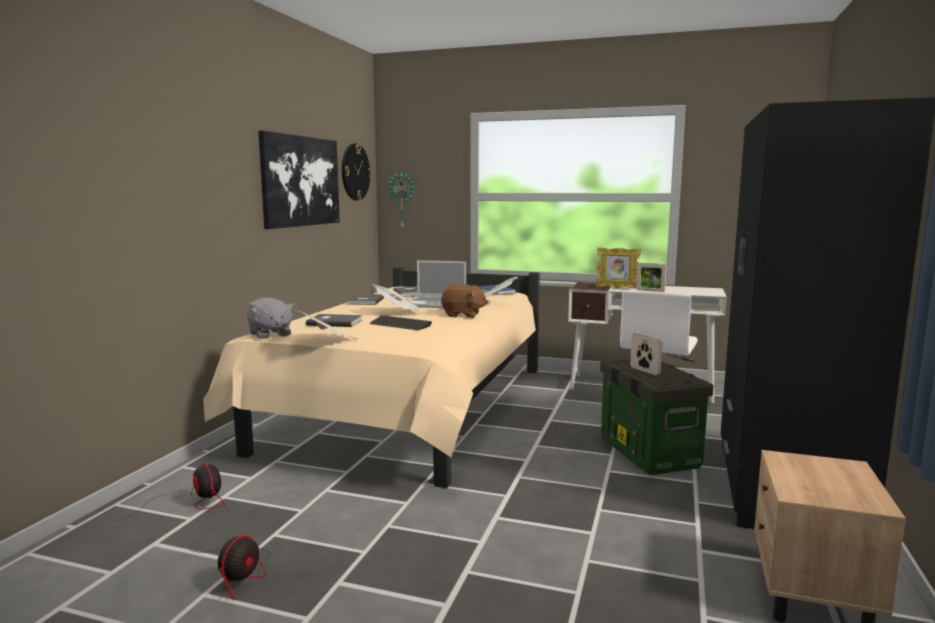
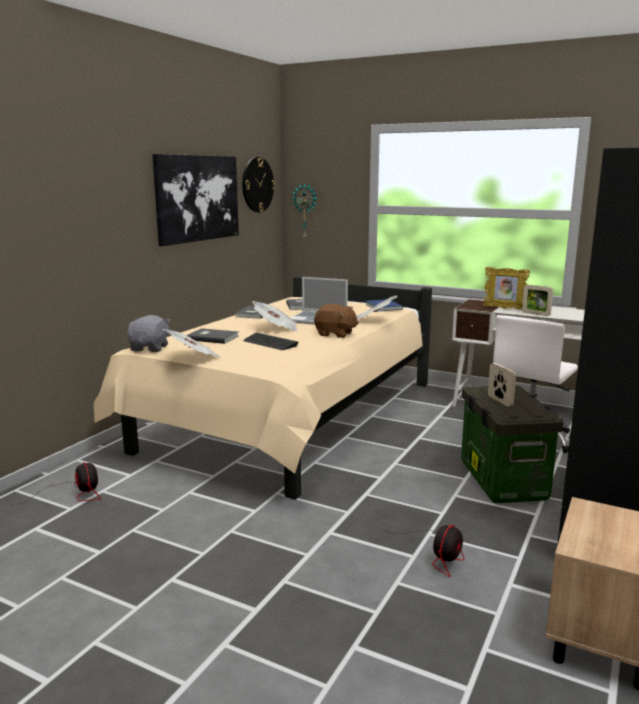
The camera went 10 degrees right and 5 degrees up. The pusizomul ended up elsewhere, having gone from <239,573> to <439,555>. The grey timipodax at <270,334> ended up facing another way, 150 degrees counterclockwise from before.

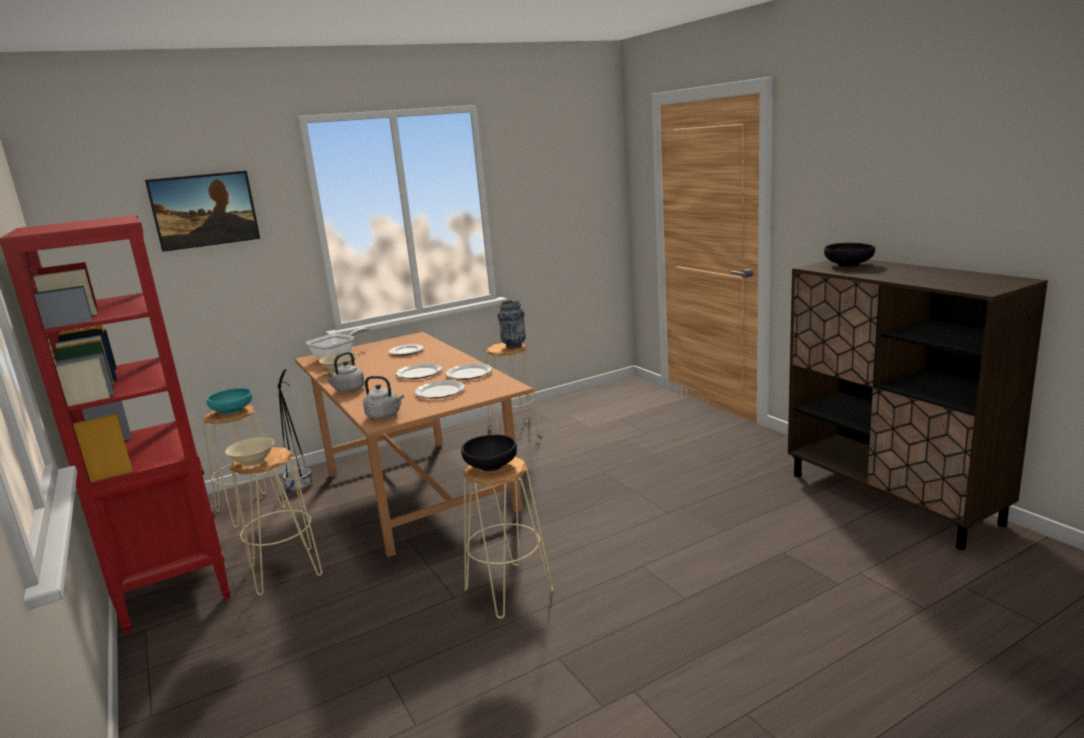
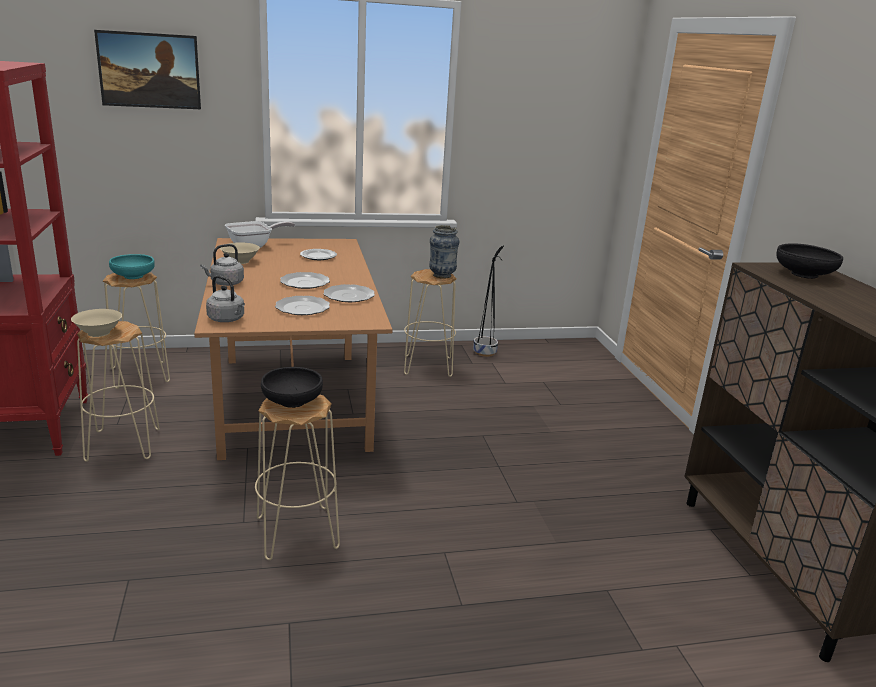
The camera went 15 degrees right and 5 degrees up. The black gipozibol ended up elsewhere, having gone from <300,486> to <485,352>.

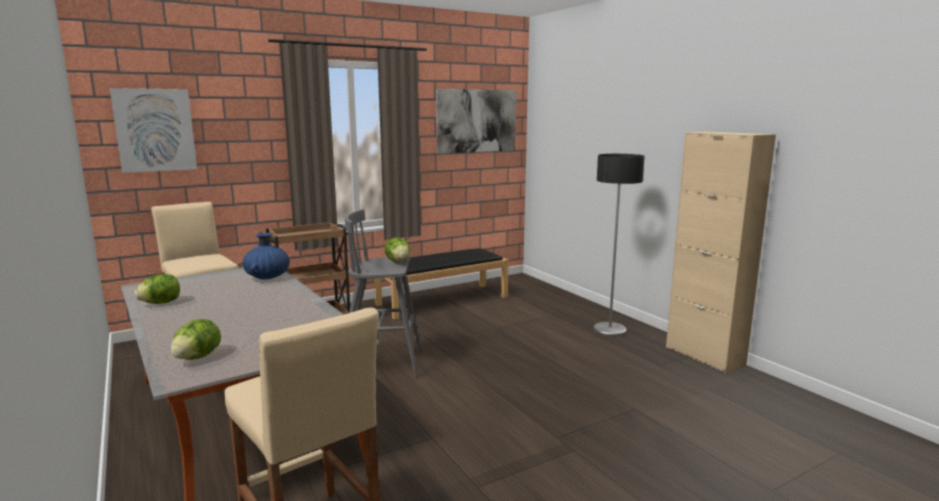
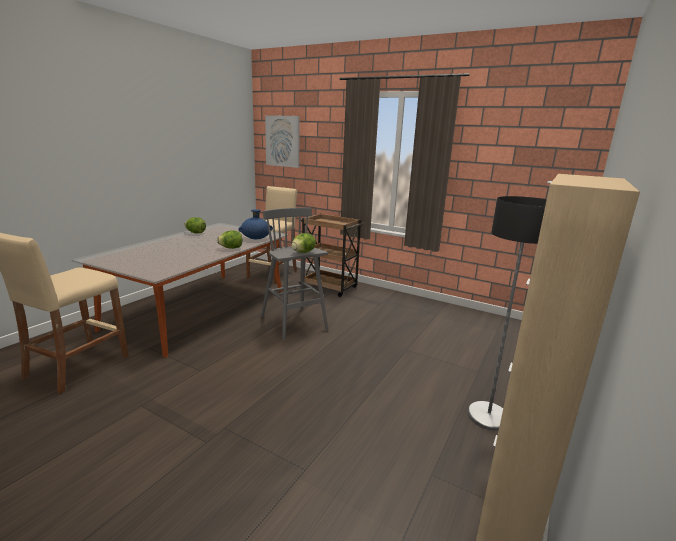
The camera went 60 degrees right and 5 degrees up. The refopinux ended up elsewhere, having gone from <197,357> to <231,248>. The second view lost the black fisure at <443,300>. The second view lost the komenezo at <476,121>.

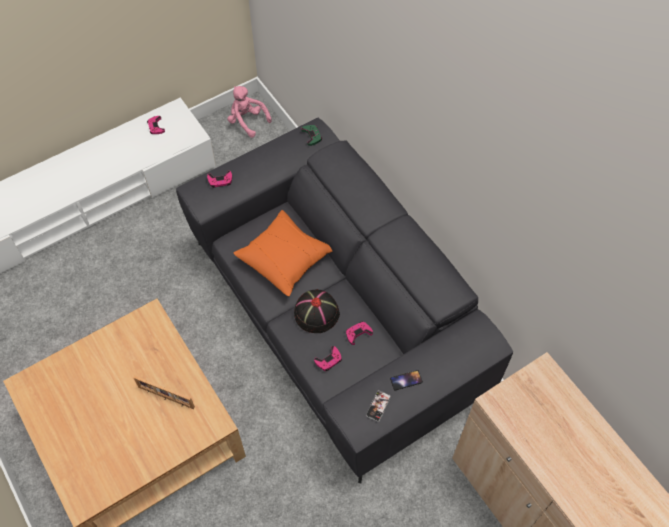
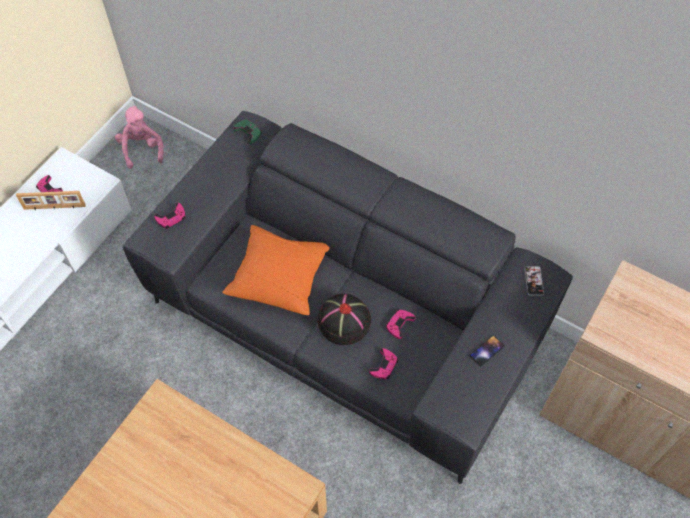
The camera went 25 degrees left and 0 degrees up. The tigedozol ended up elsewhere, having gone from <166,398> to <54,208>. The pink timipodax at <247,121> ended up facing another way, 60 degrees clockwise from before. The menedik ended up elsewhere, having gone from <378,406> to <534,281>.

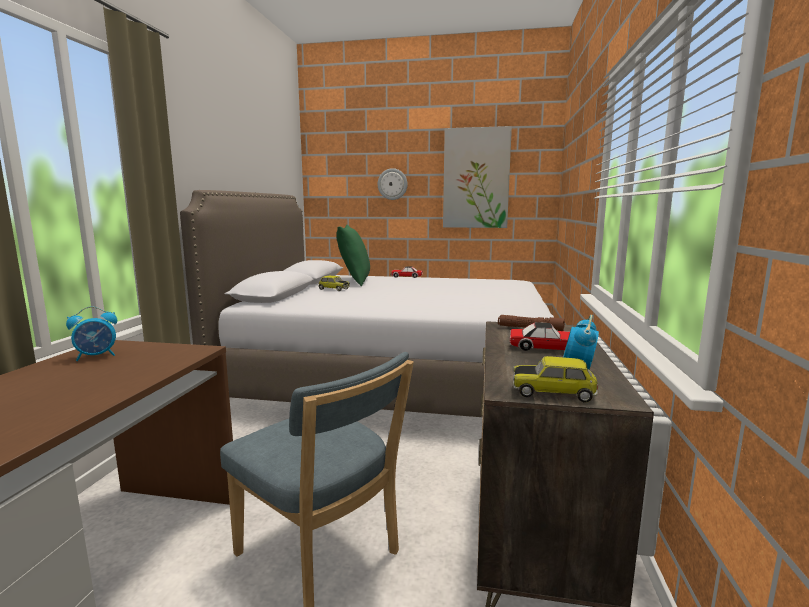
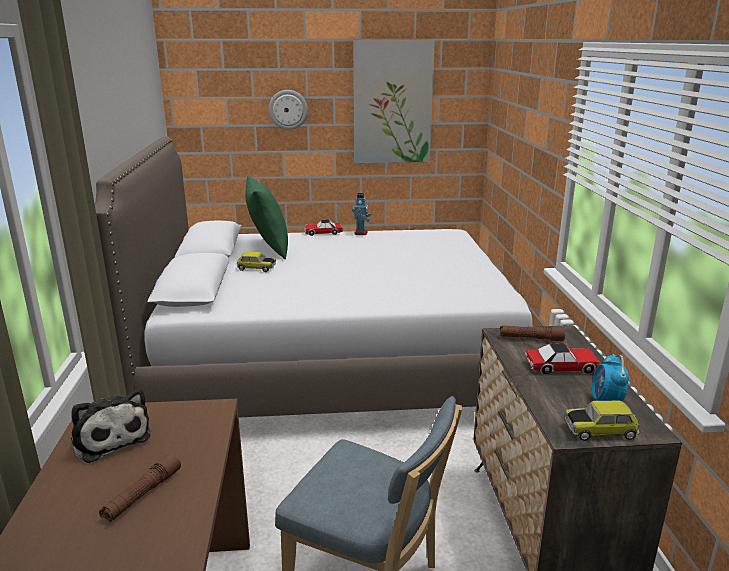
The camera went 15 degrees left and 10 degrees up. Where the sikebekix stood at <97,356>, the timipodax came to stand at <110,437>. The second view gained the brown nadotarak at <142,495>. The second view gained the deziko at <361,233>.

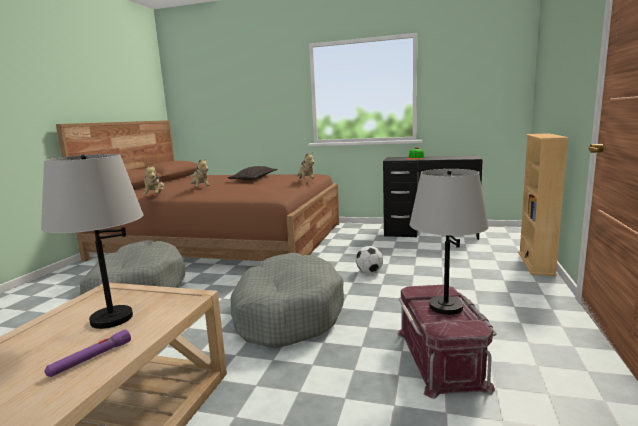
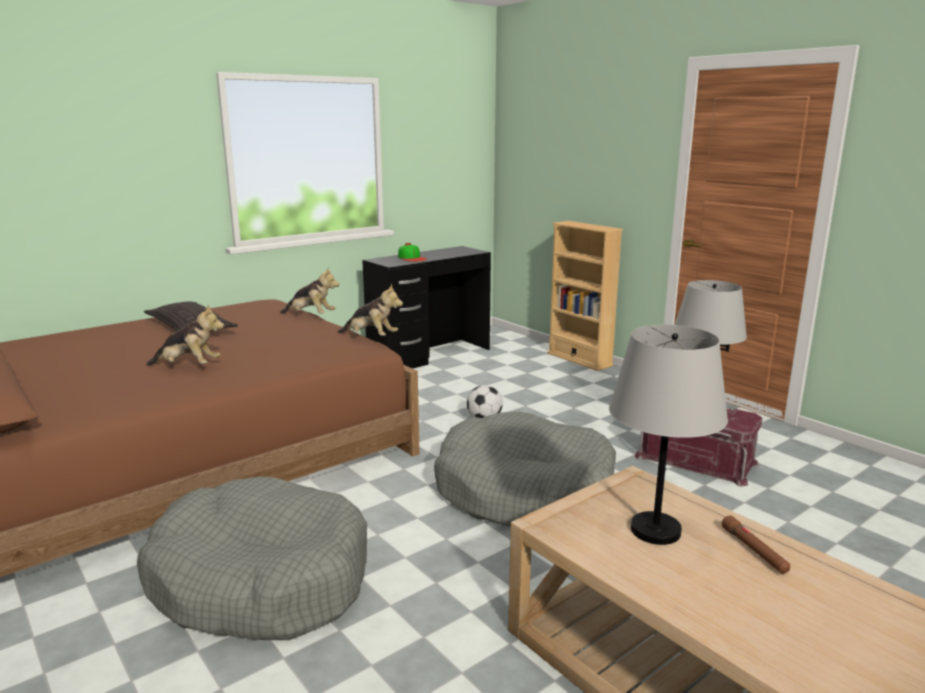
The camera went 55 degrees left and 5 degrees up. What was the purple nadotarak at <91,358> turned into the brown nadotarak at <754,550>. The timipodax ended up elsewhere, having gone from <155,196> to <371,337>.

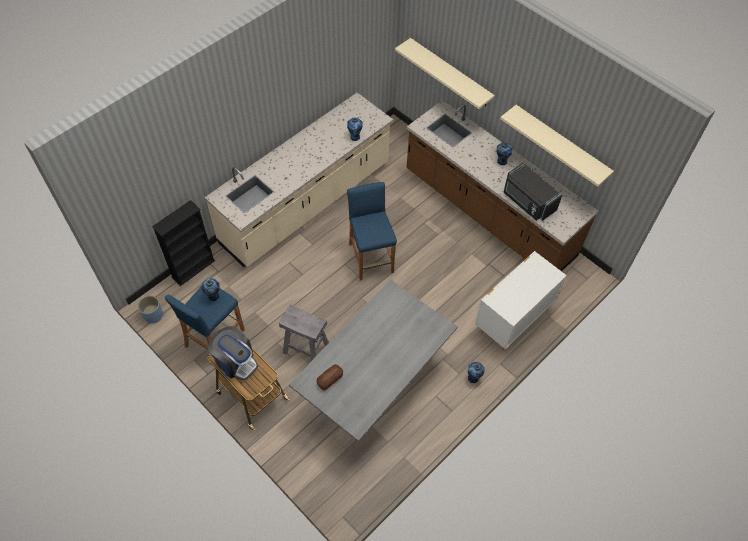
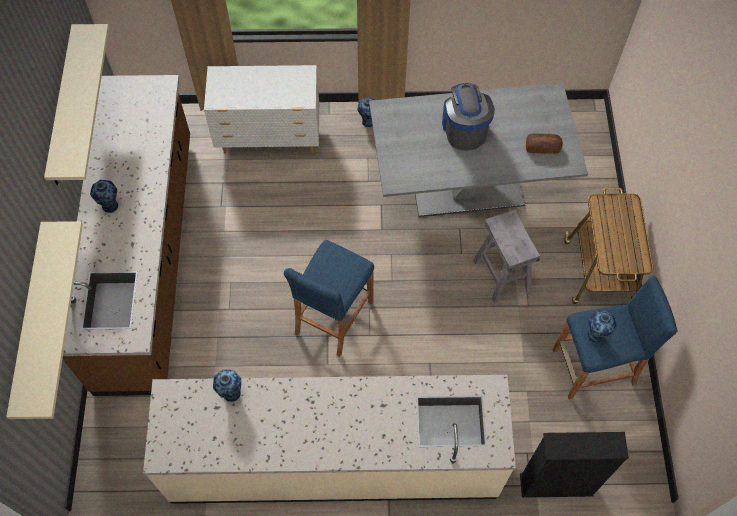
The camera went 135 degrees left and 5 degrees up. The second view lost the blue gipozibol at <153,315>. The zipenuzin ended up elsewhere, having gone from <235,361> to <464,129>. The second view lost the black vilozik at <528,202>.

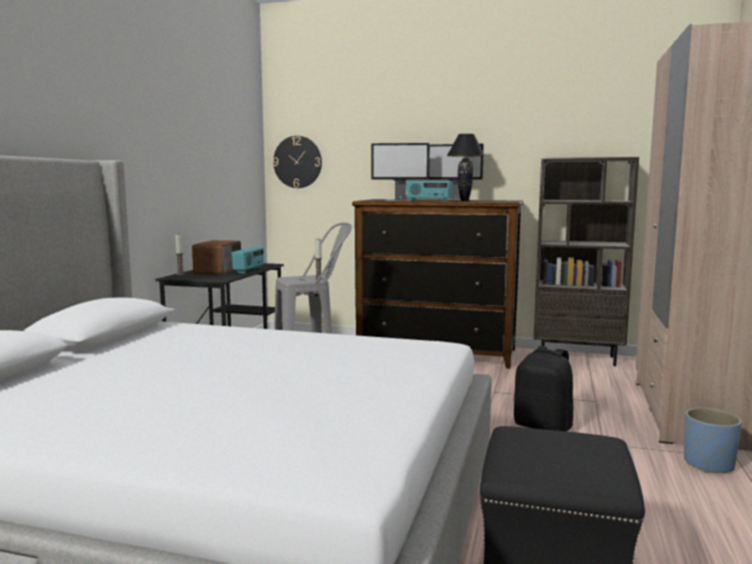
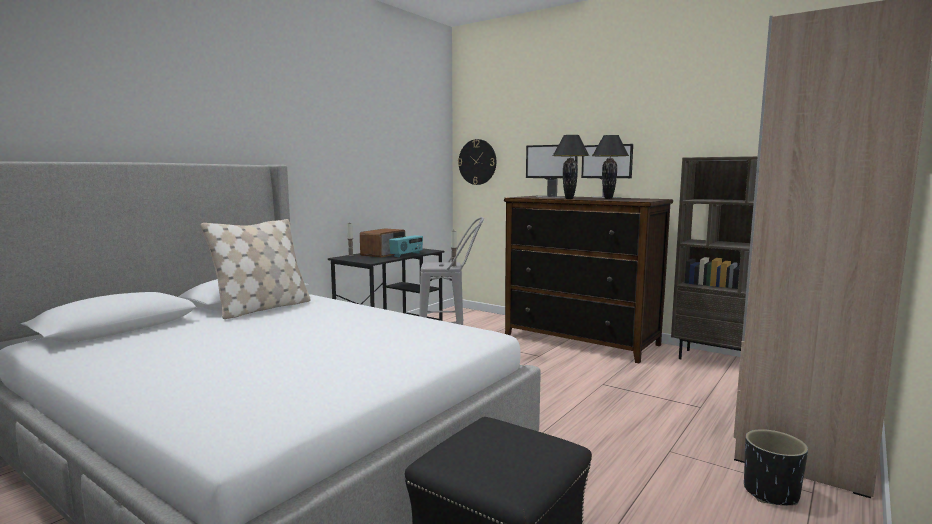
The camera went 20 degrees right and 0 degrees up. Where the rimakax stood at <428,201>, the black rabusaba came to stand at <569,198>. The second view lost the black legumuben at <543,426>. What was the blue gipozibol at <709,464> turned into the black gipozibol at <771,493>. The second view gained the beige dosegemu at <262,308>.

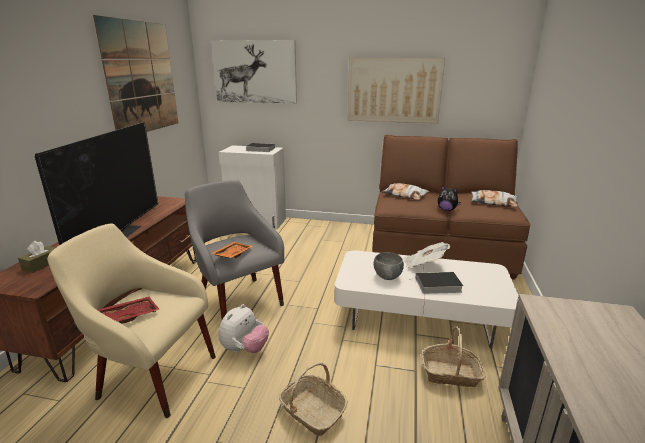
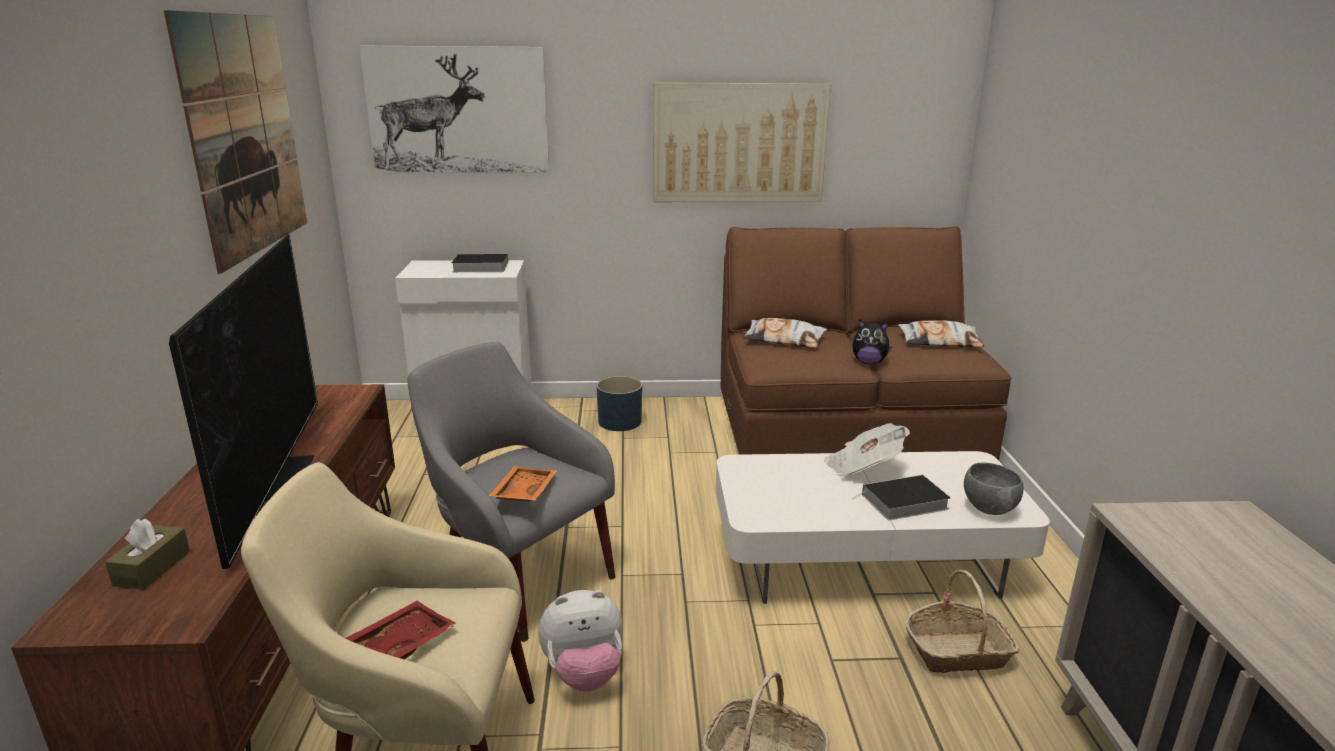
The camera went 15 degrees left and 0 degrees up. The timipodax at <244,349> ended up facing another way, 60 degrees clockwise from before. The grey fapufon ended up elsewhere, having gone from <387,277> to <988,509>. The second view gained the blue gipozibol at <619,421>.

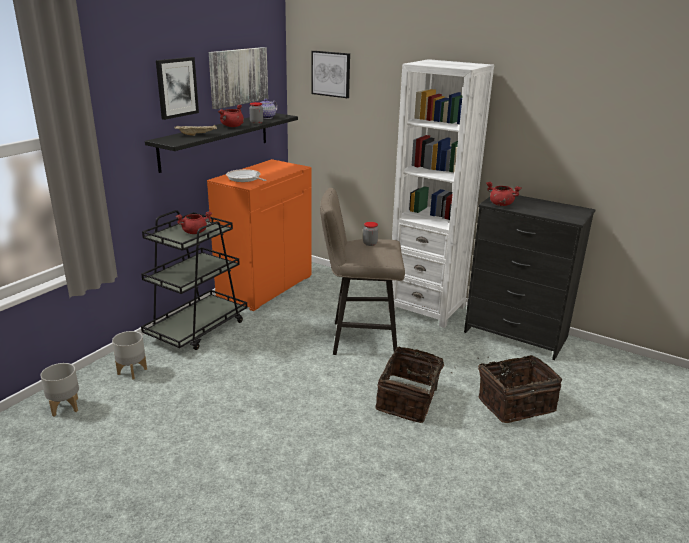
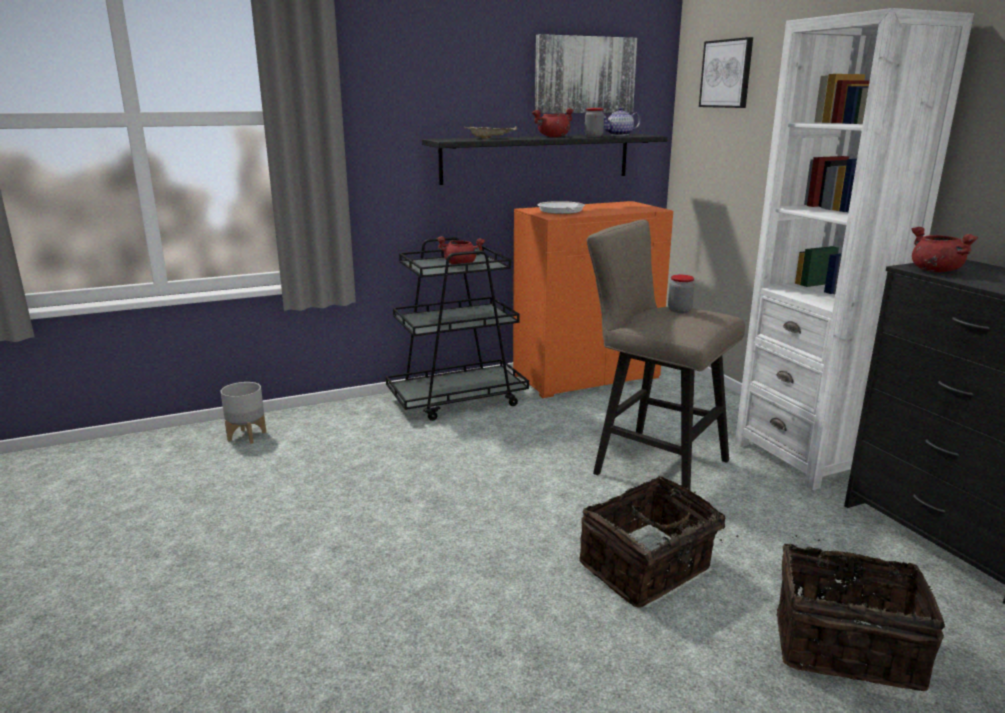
The camera went 35 degrees right and 5 degrees down. The second view lost the grey gipozibol at <132,372>. The second view lost the komenezo at <176,87>.

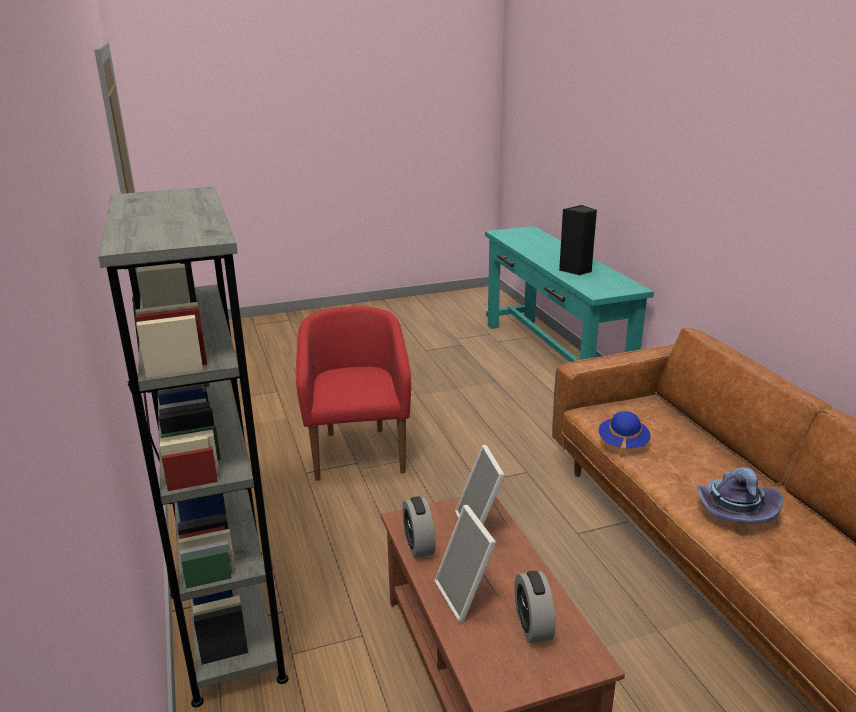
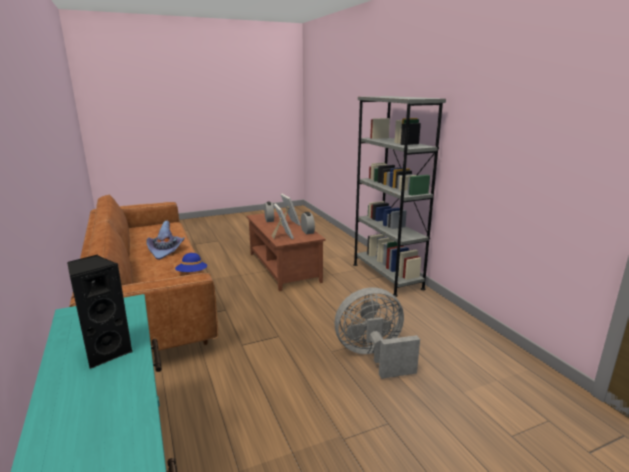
The camera went 175 degrees right and 5 degrees down. Where the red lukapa stood at <358,452>, the grey pusizomul came to stand at <373,356>.

